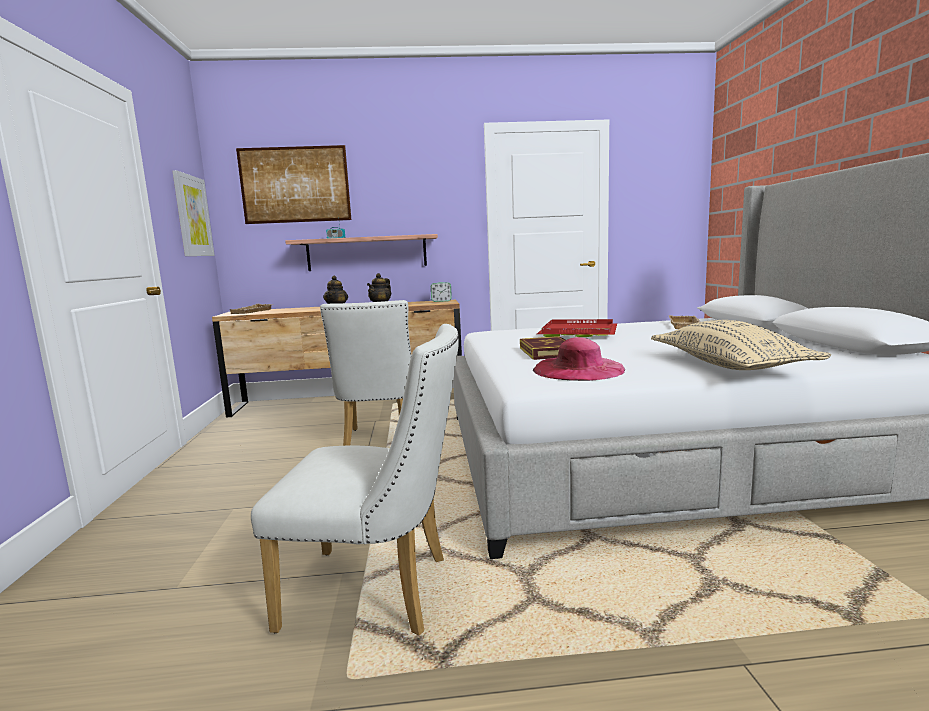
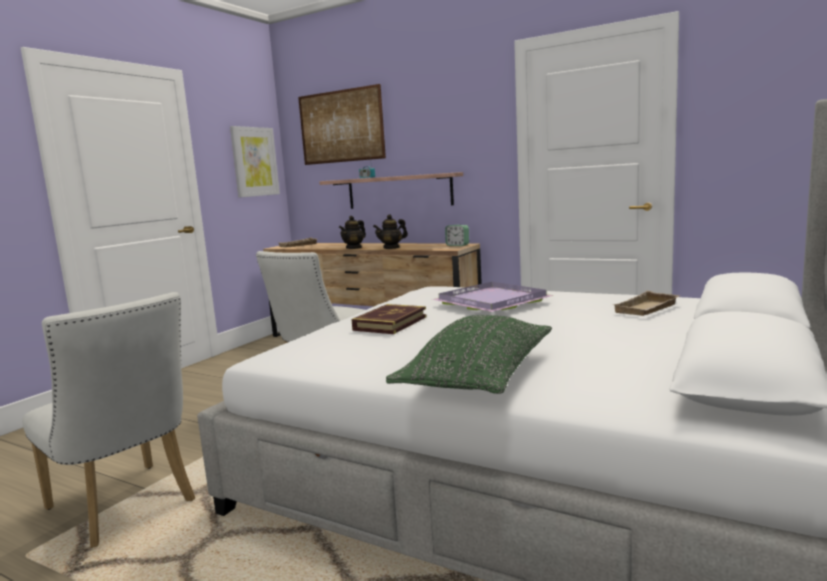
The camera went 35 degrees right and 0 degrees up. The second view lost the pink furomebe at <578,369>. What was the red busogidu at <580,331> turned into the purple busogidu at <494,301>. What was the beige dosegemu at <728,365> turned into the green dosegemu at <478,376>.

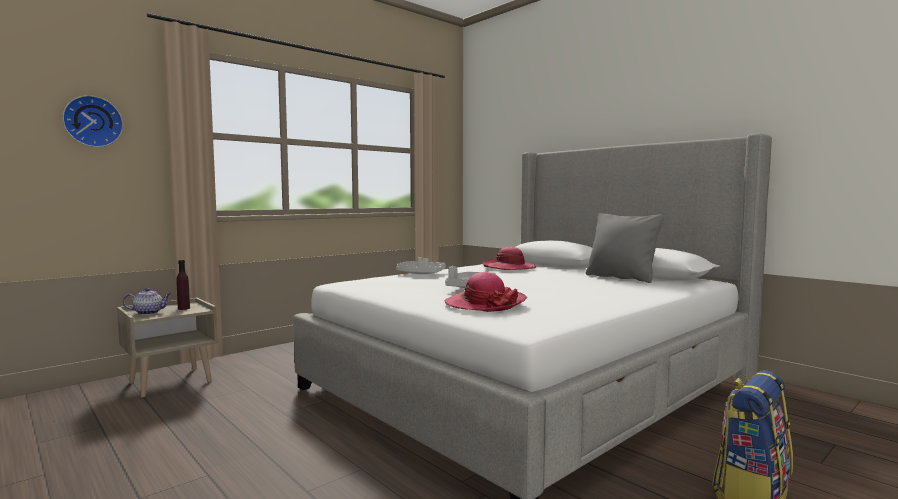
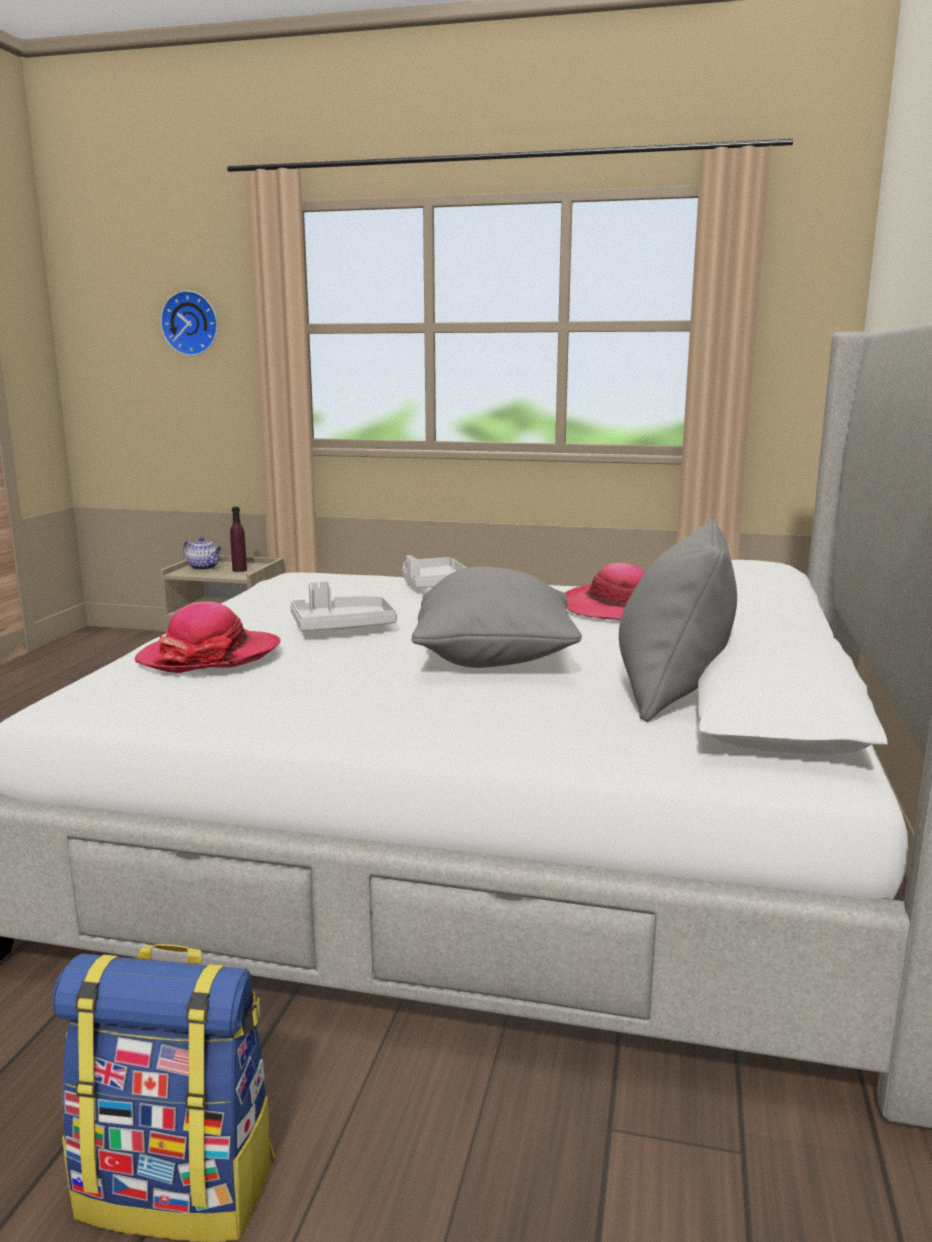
The camera went 55 degrees right and 10 degrees up. The second view gained the grey dosegemu at <495,659>.

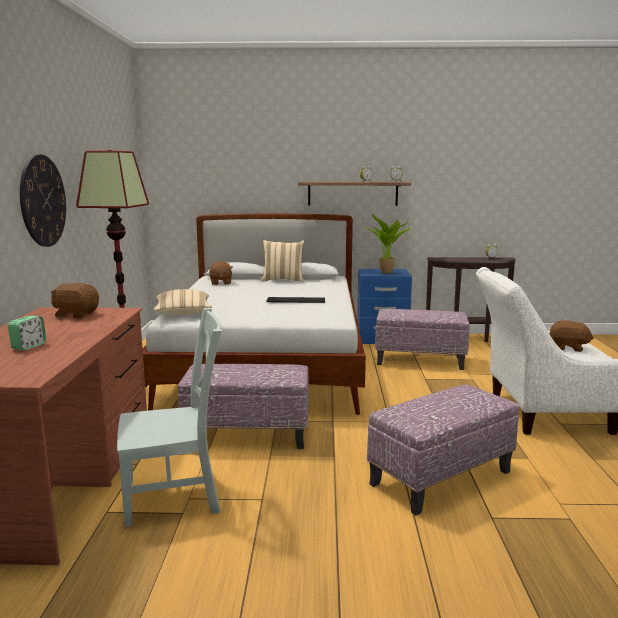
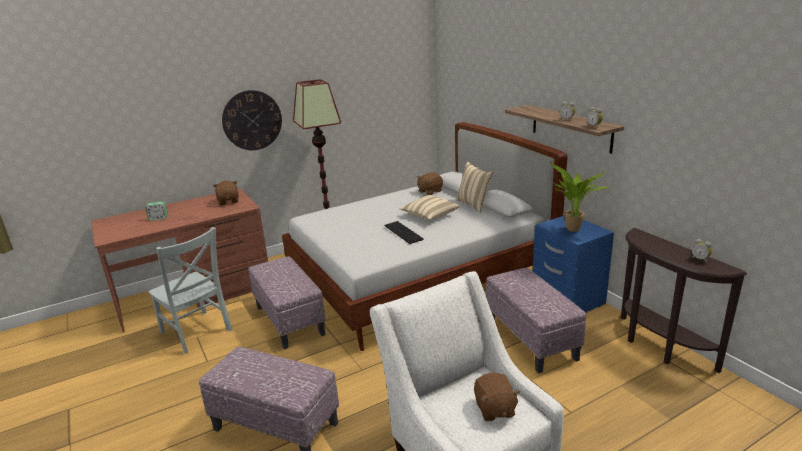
The camera went 60 degrees right and 10 degrees up. The beige dosegemu ended up elsewhere, having gone from <183,313> to <429,216>.

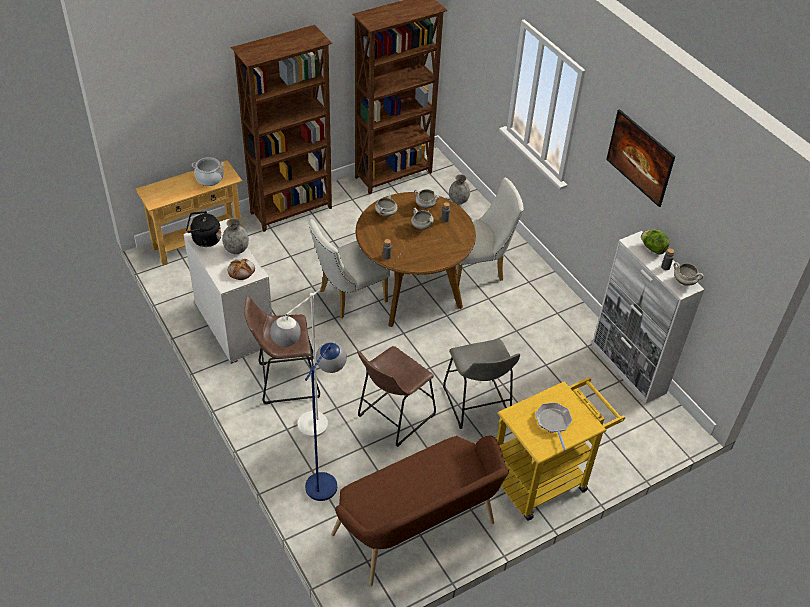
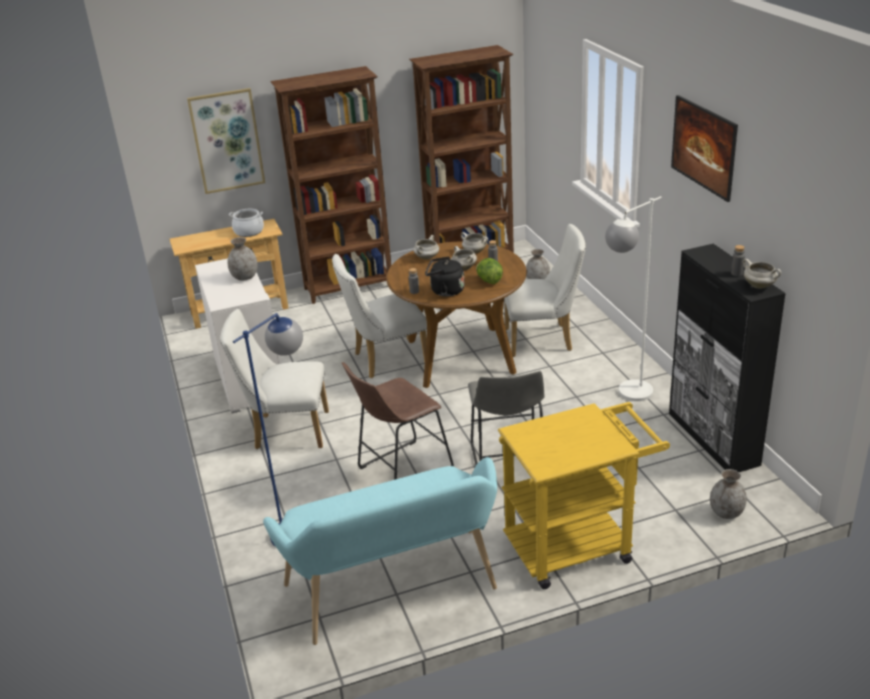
The camera went 15 degrees right and 15 degrees down. The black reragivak ended up elsewhere, having gone from <204,240> to <445,291>. The second view lost the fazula at <241,270>. Where the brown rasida stood at <284,380>, the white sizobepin came to stand at <285,431>. The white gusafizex ended up elsewhere, having gone from <304,431> to <627,396>. What was the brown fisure at <419,533> turned into the turquoise fisure at <395,592>. The second view lost the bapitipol at <553,422>. What was the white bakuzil at <628,369> turned into the black bakuzil at <713,439>. The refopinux ended up elsewhere, having gone from <652,249> to <489,281>. The second view gained the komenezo at <227,141>. The second view gained the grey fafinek at <726,513>.

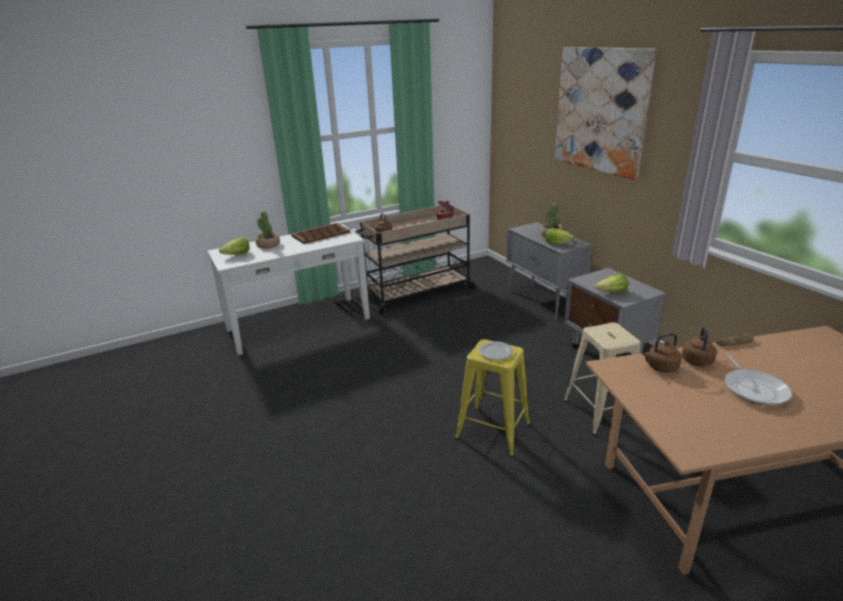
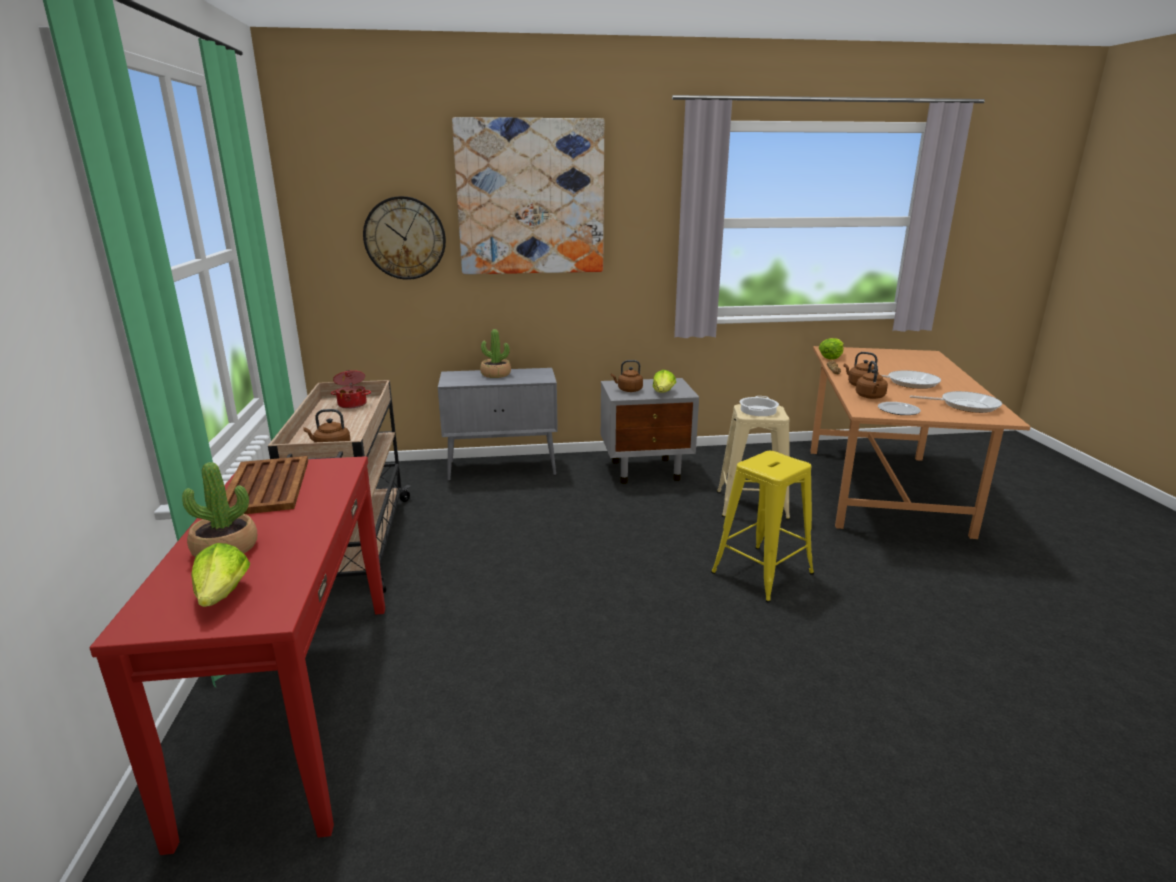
The camera went 70 degrees left and 5 degrees down. What was the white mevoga at <298,324> turned into the red mevoga at <295,705>. The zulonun ended up elsewhere, having gone from <495,352> to <899,410>. The refopinux ended up elsewhere, having gone from <557,243> to <831,357>. The second view gained the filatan at <405,238>. The second view gained the brown reragivak at <628,390>. The second view gained the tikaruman at <758,410>. The second view gained the bapitipol at <965,405>.

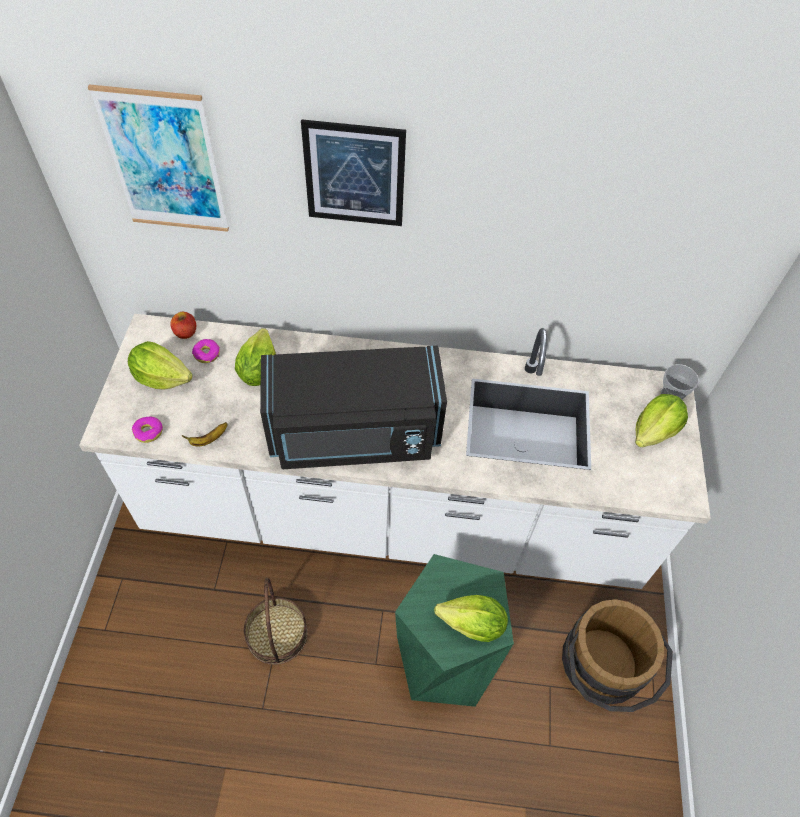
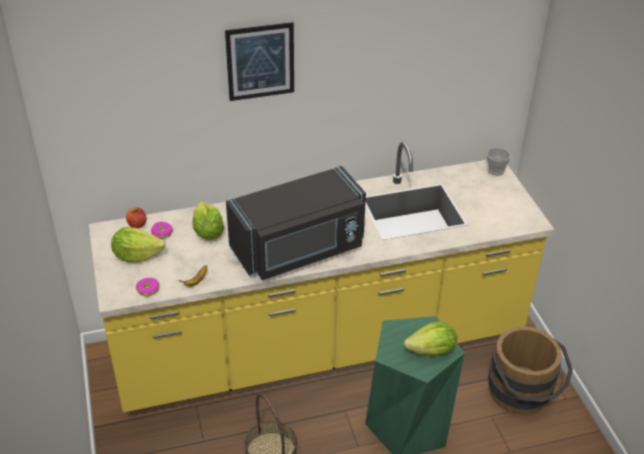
The camera went 20 degrees left and 15 degrees down. What was the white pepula at <393,514> turned into the yellow pepula at <320,345>. The second view lost the komenezo at <164,162>. The second view lost the refopinux at <654,432>.

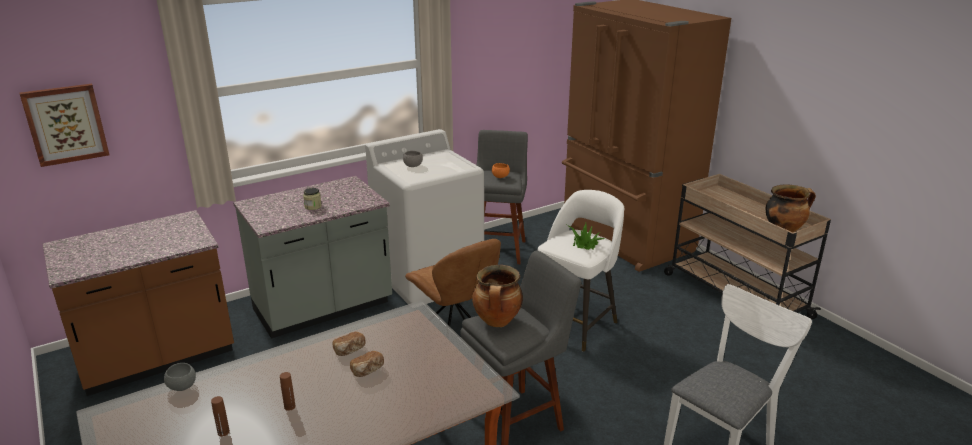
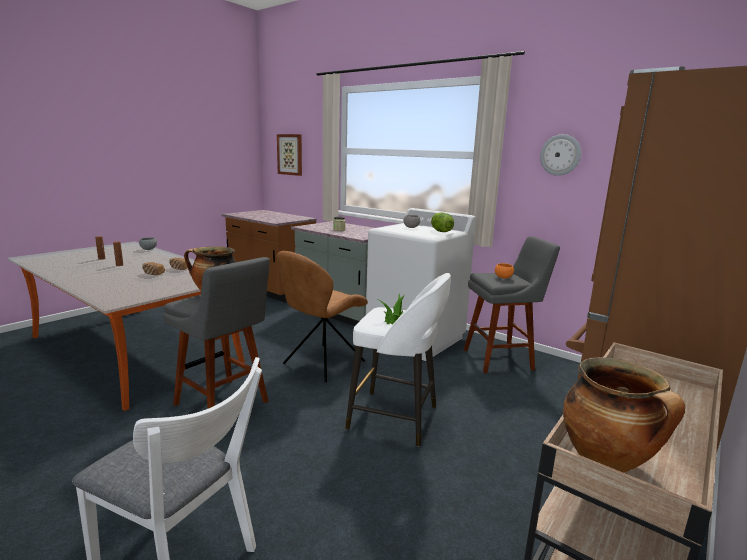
The camera went 70 degrees right and 10 degrees down. The second view gained the refopinux at <440,231>. The second view gained the filatan at <560,155>.

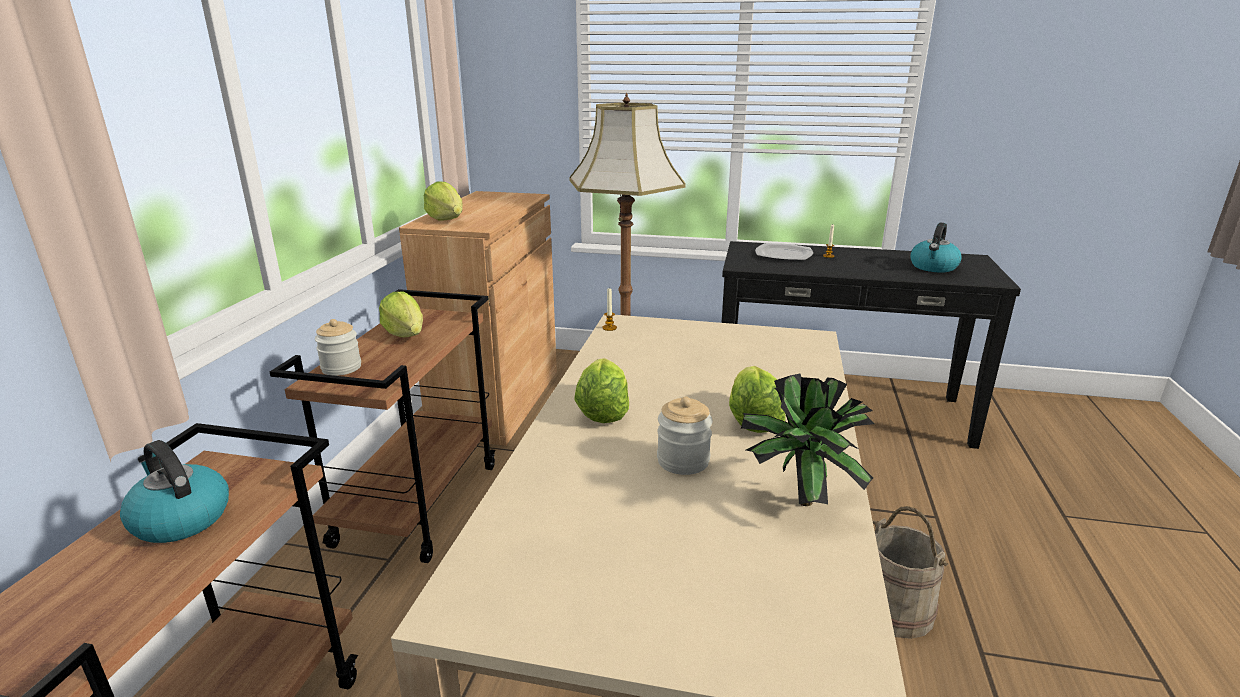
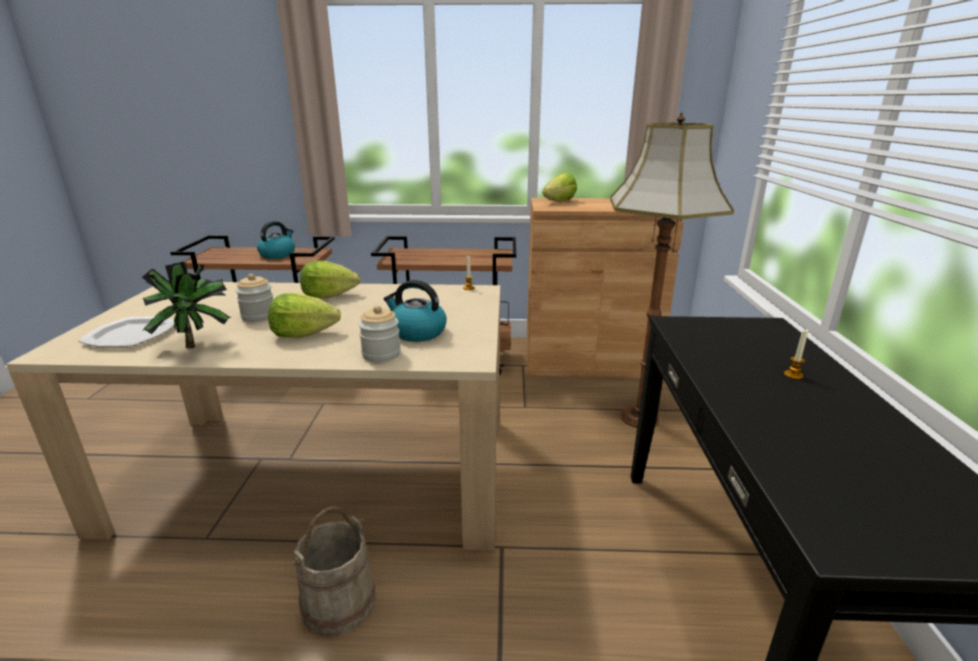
The camera went 80 degrees right and 0 degrees up. The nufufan ended up elsewhere, having gone from <341,368> to <381,354>. The second view lost the refopinux at <406,334>. The zulonun ended up elsewhere, having gone from <784,254> to <131,335>. The reragivak ended up elsewhere, having gone from <933,267> to <417,332>.

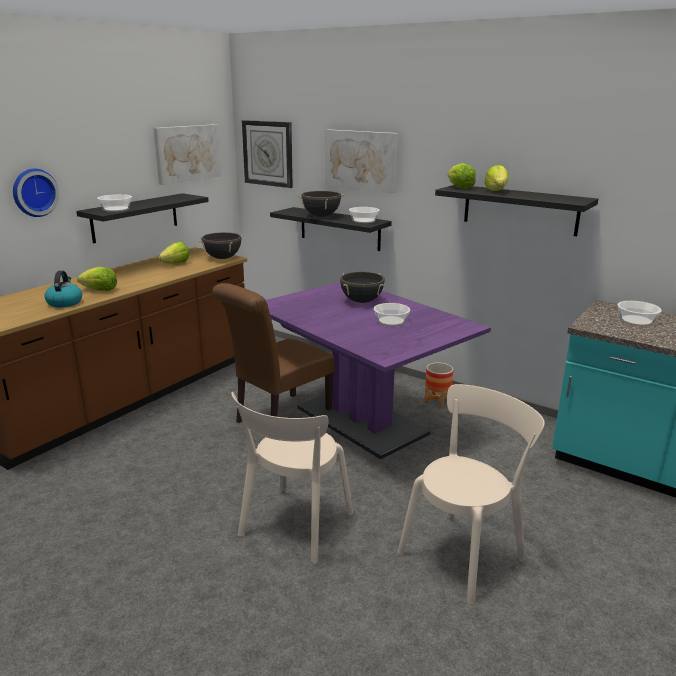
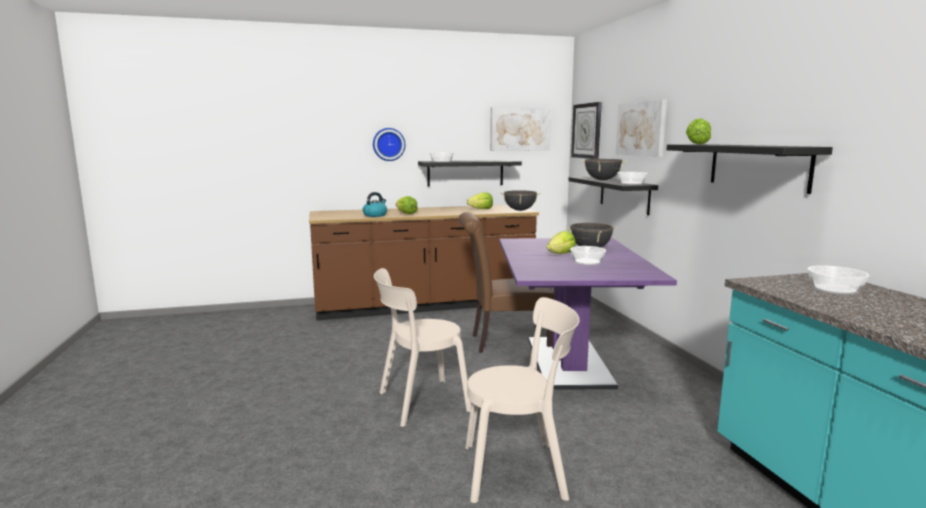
The camera went 40 degrees right and 10 degrees down. The second view lost the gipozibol at <437,401>. The refopinux ended up elsewhere, having gone from <496,191> to <560,254>.

